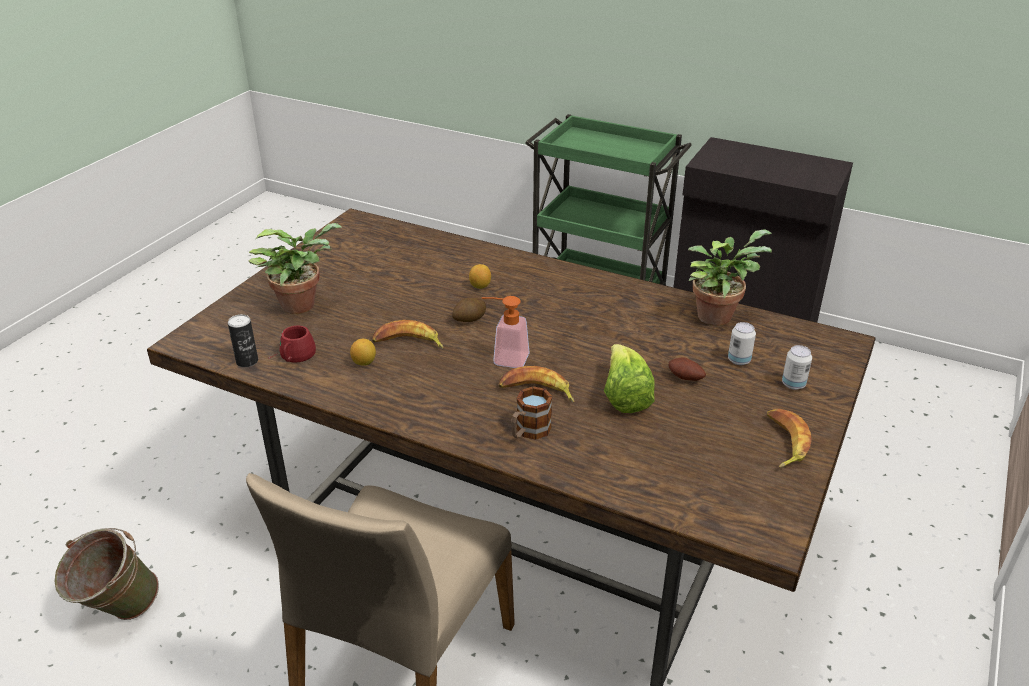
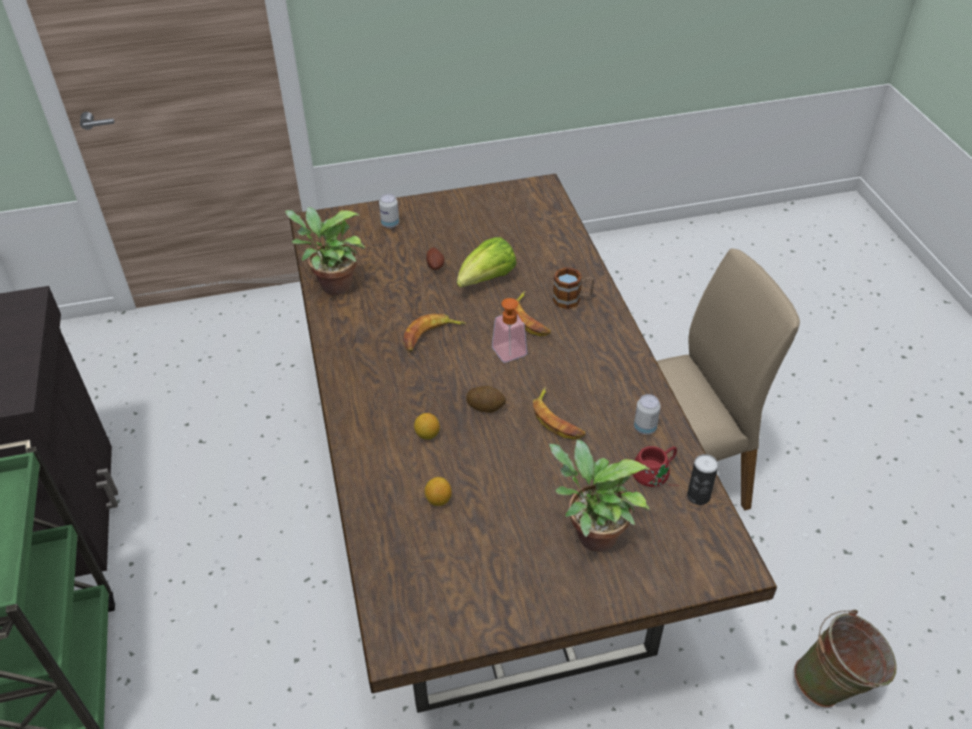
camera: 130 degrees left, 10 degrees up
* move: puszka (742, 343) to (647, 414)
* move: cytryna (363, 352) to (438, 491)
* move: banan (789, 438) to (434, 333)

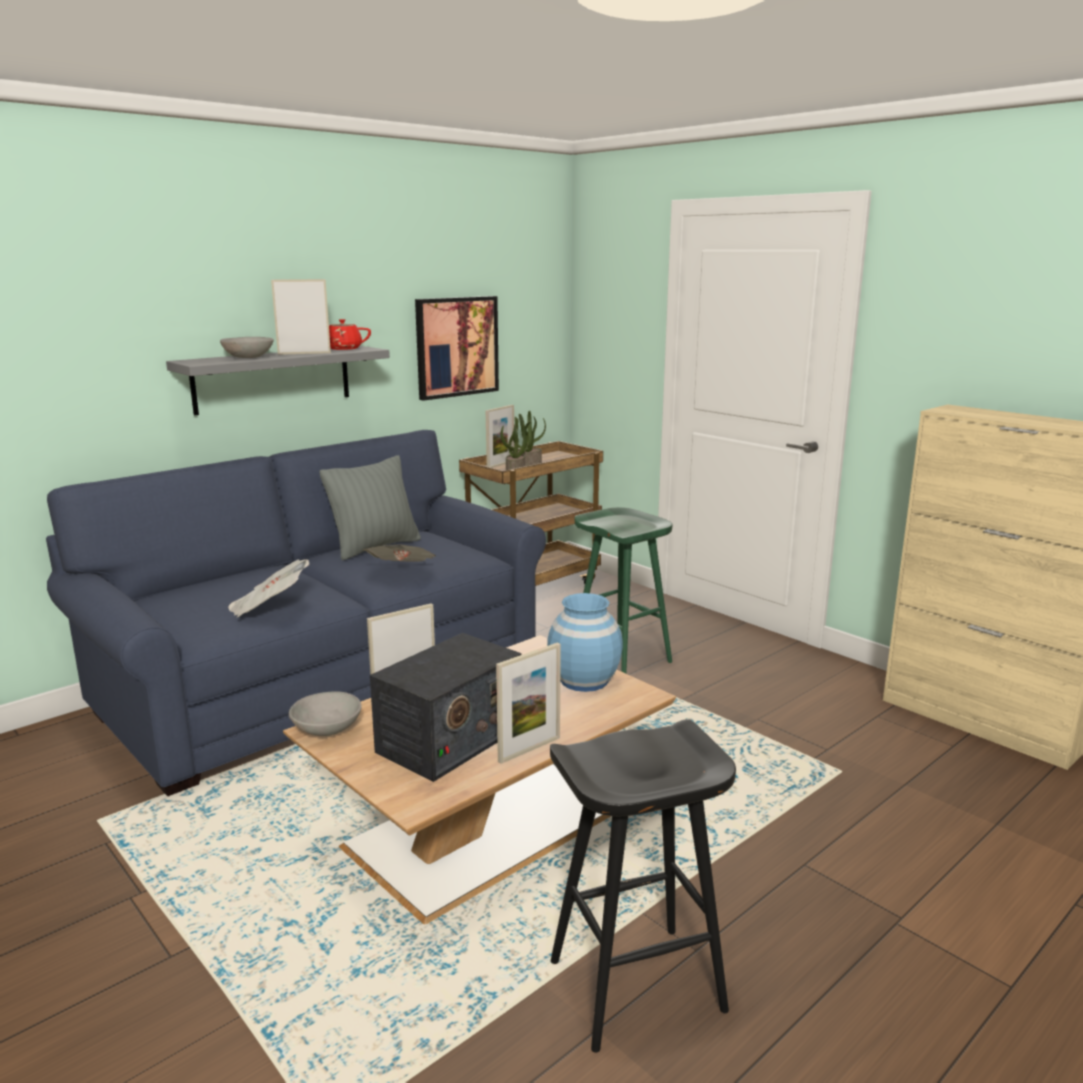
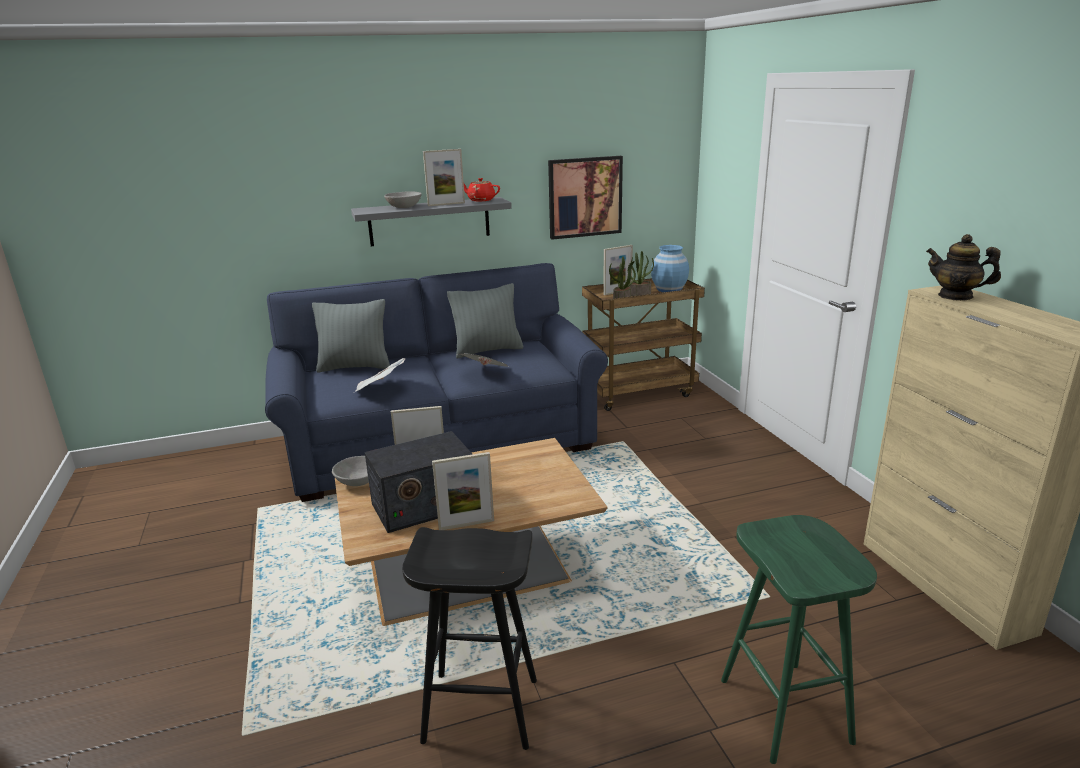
camera: 25 degrees right, 5 degrees up
* rotate: ramka na zdjęcie (301, 317) = (444, 177) 150 degrees clockwise
* move: stołek [zielony] (623, 590) to (799, 639)
* move: wazon [niebieski] (585, 642) to (670, 268)
* insert: imbryk (963, 267)
* insert: poduszka [szary] (351, 336)

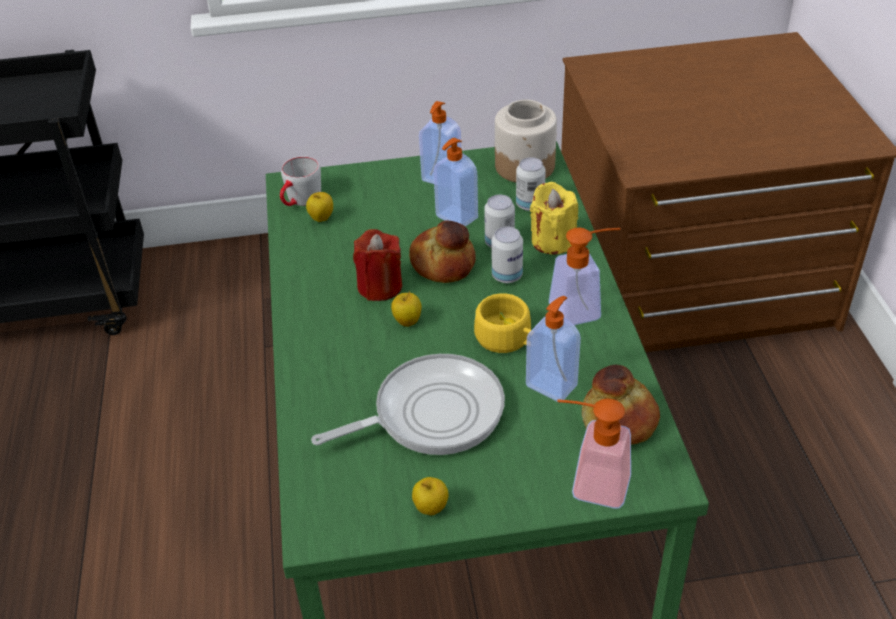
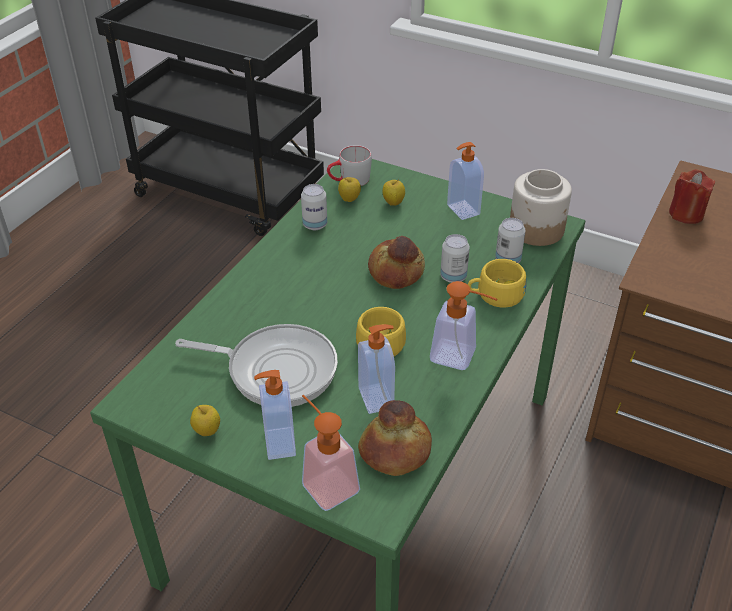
camera: 35 degrees right, 0 degrees up
* move: dozownik mydła (455, 182) to (275, 415)
* replace: świeca [żółty] (554, 218) to filiżanka [żółty] (497, 283)
* move: puszka (507, 255) to (314, 207)
* move: świeca [czerwony] (377, 265) to (692, 196)
* move: jabłko (406, 309) to (394, 193)

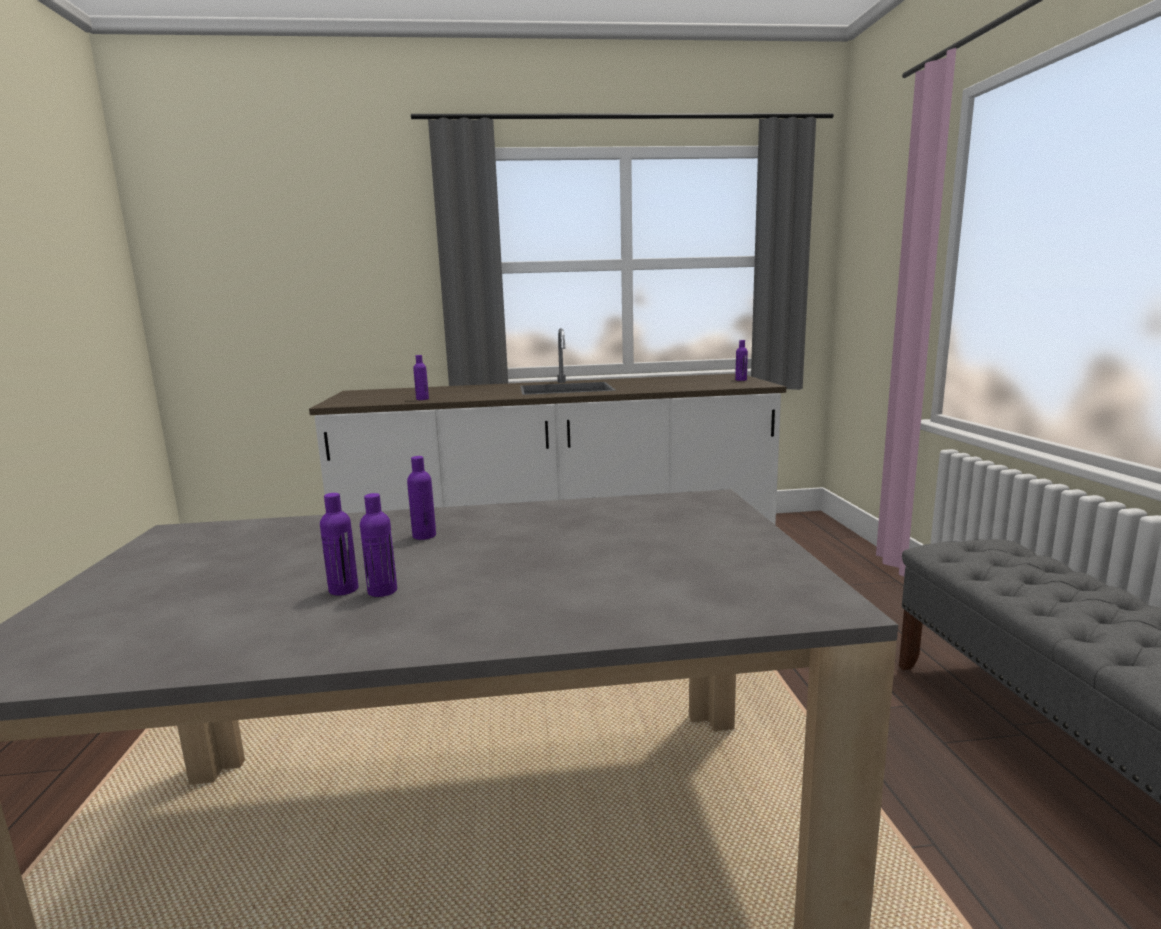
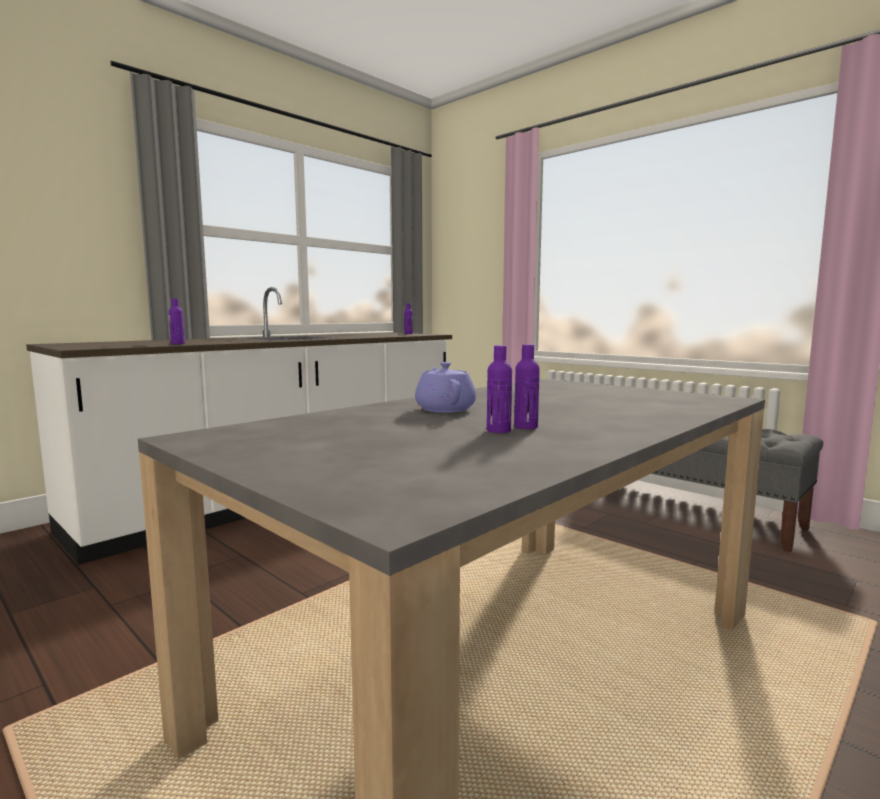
camera: 40 degrees left, 5 degrees down
* replace: butelka [fioletowy] (421, 498) to imbryk [fioletowy] (445, 387)

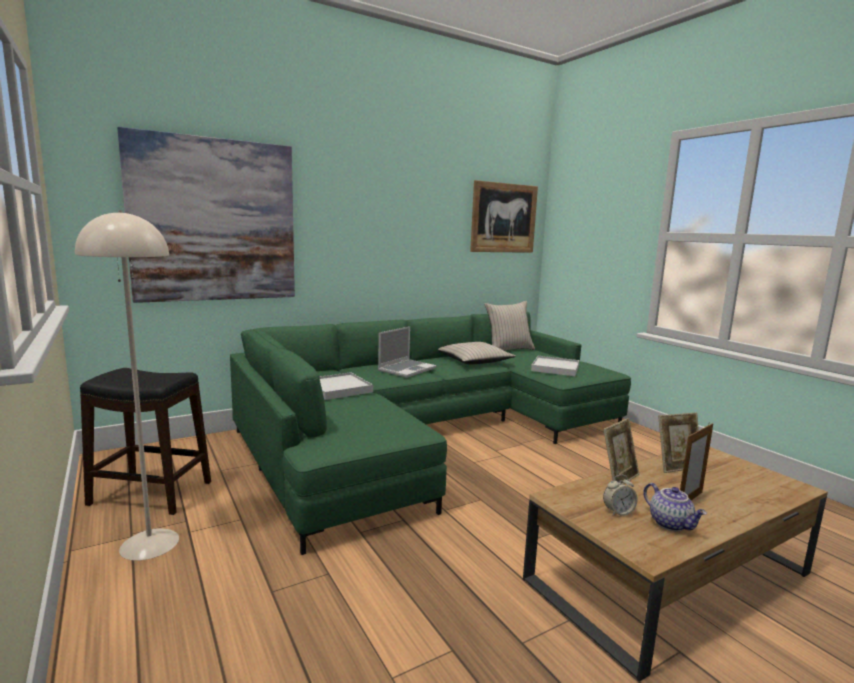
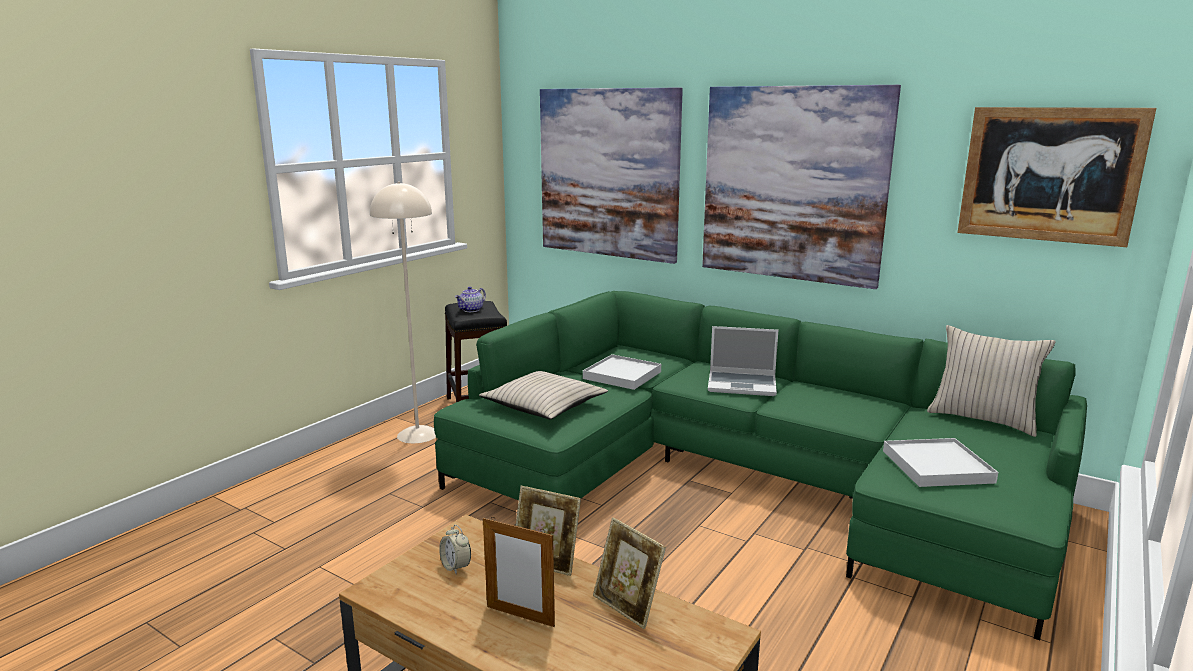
camera: 65 degrees right, 5 degrees up
* move: poduszka [beżowy] (477, 353) to (543, 395)
* move: imbryk (675, 507) to (470, 299)
* insert: obraz (801, 187)

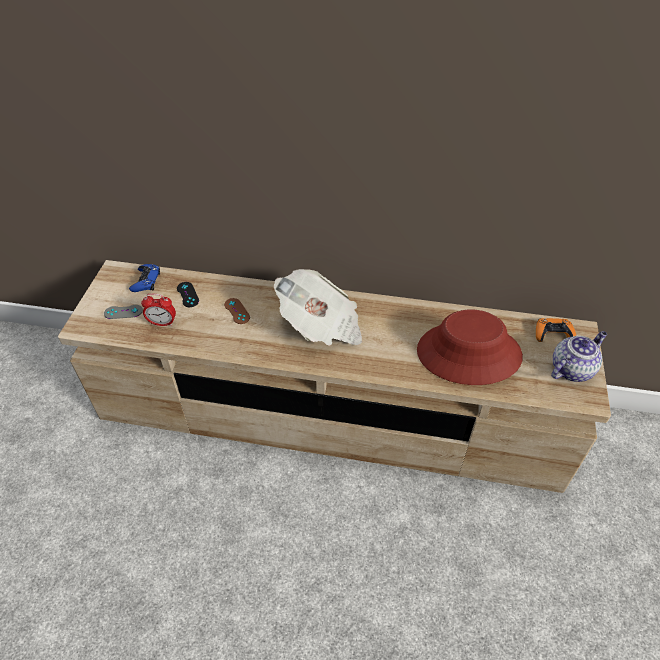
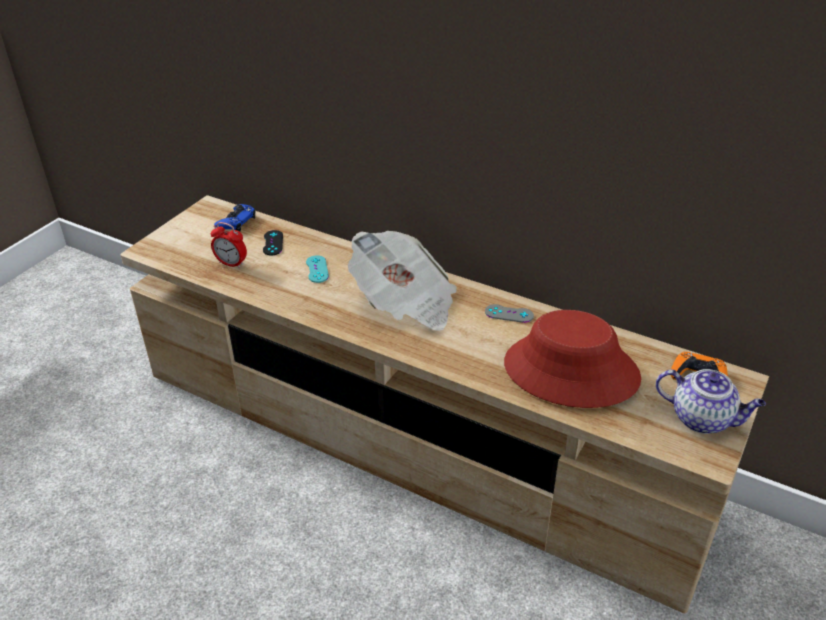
camera: 20 degrees right, 10 degrees down
* recolor: pad do gier [brązowy] (237, 311) to pad do gier [turkusowy] (317, 269)
* move: pad do gier [szary] (123, 312) to (509, 313)
* rotate: imbryk (579, 356) = (711, 401) 45 degrees clockwise

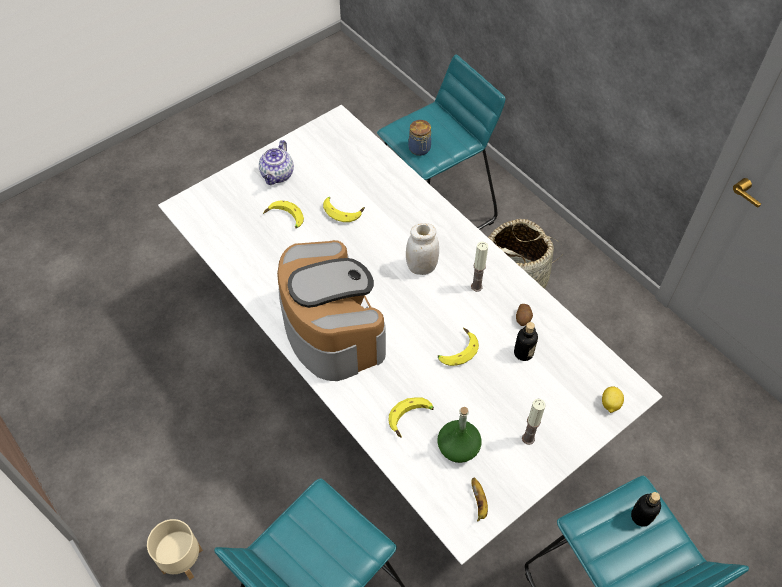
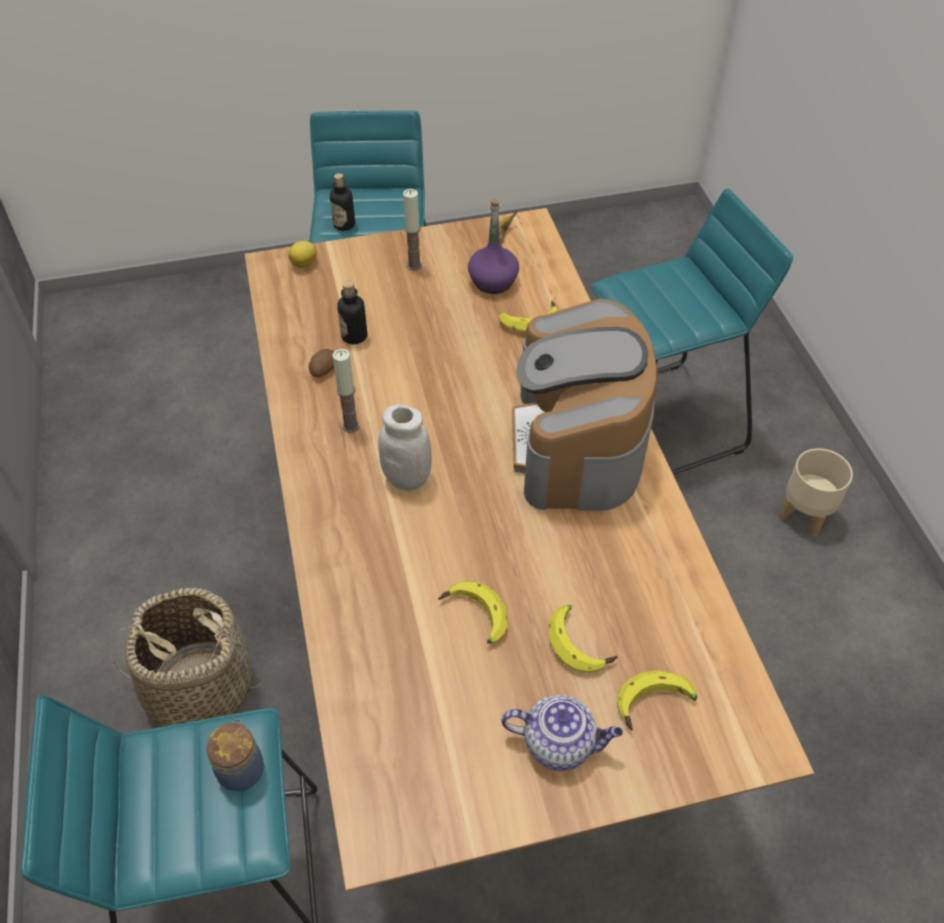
camera: 155 degrees left, 5 degrees down
* recolor: stół jadalny [biały] (410, 335) to stół jadalny [brązowy] (529, 550)
* rotate: imbryk (276, 162) = (562, 733) 60 degrees clockwise
* move: banan (458, 346) to (657, 700)
* recolor: butelka [zielony] (459, 435) to butelka [fioletowy] (493, 246)

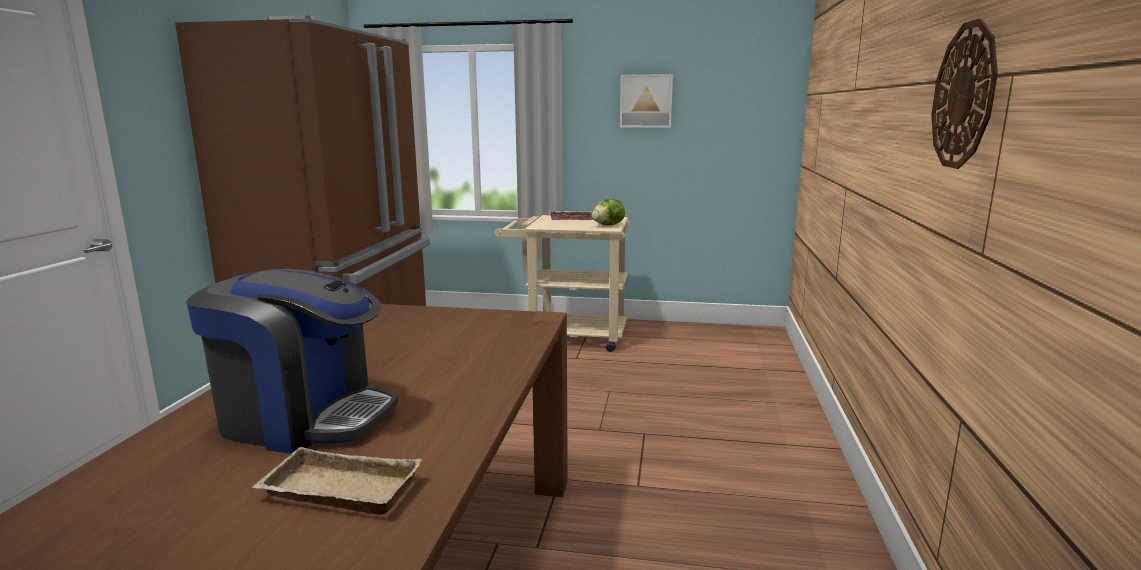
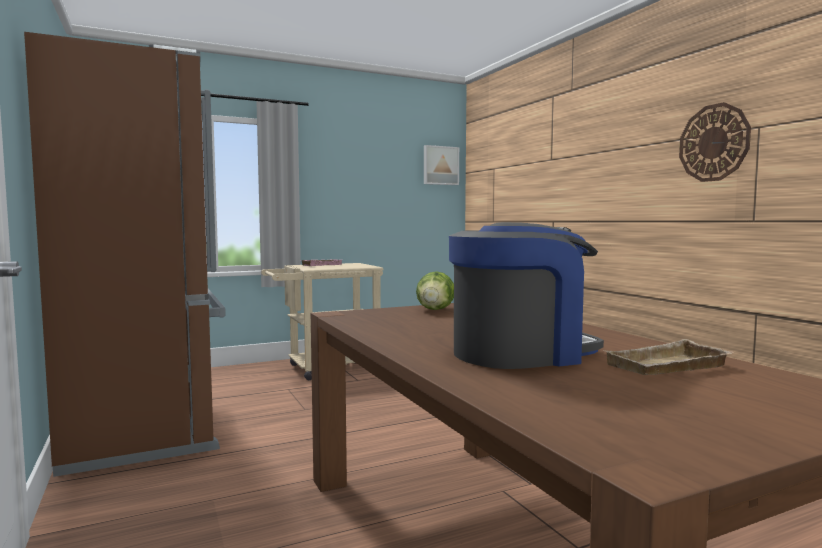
camera: 35 degrees left, 10 degrees down
* move: obraz (646, 101) to (441, 165)
* move: sałata (608, 212) to (435, 290)

